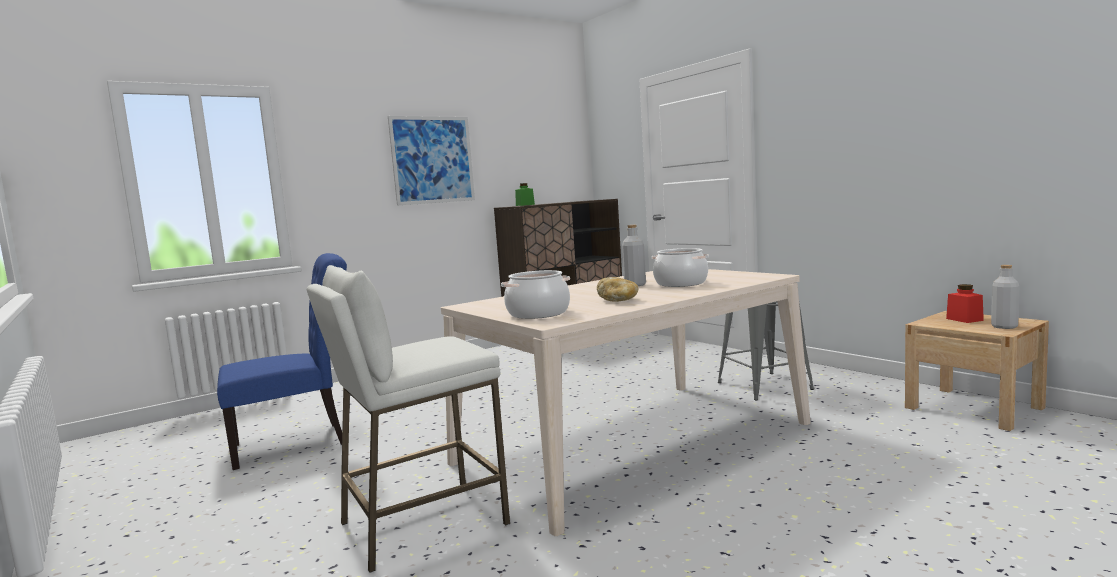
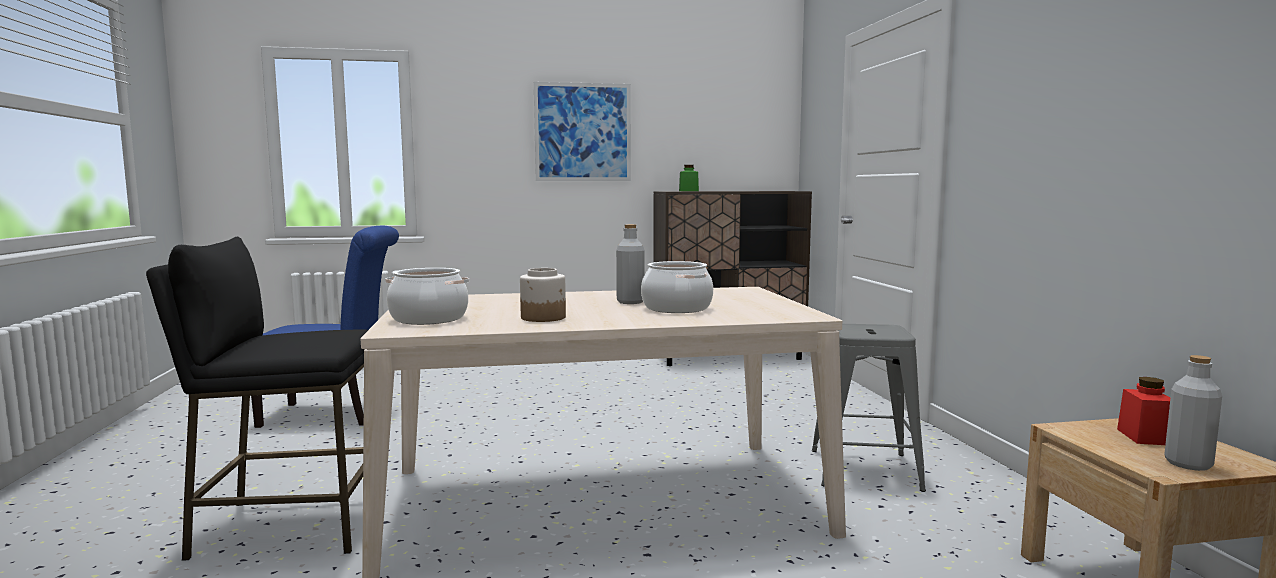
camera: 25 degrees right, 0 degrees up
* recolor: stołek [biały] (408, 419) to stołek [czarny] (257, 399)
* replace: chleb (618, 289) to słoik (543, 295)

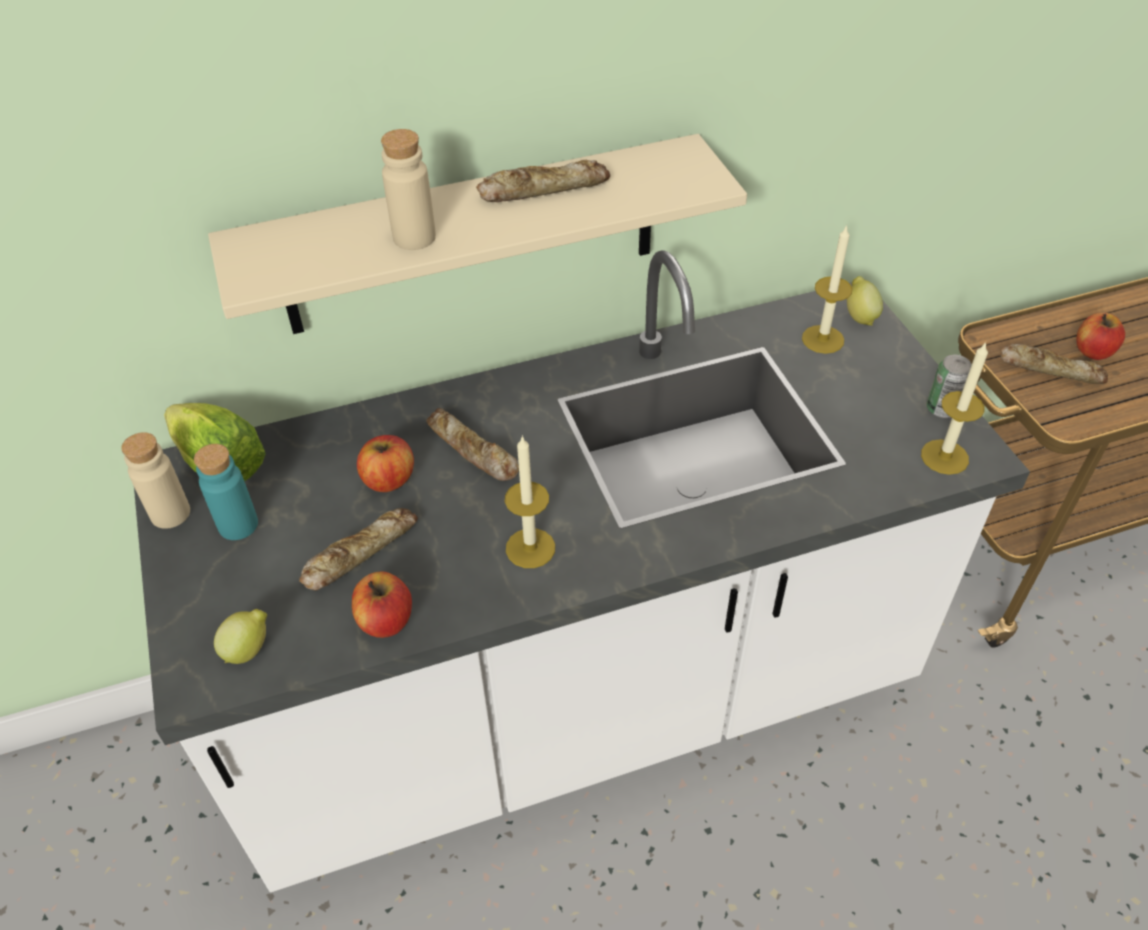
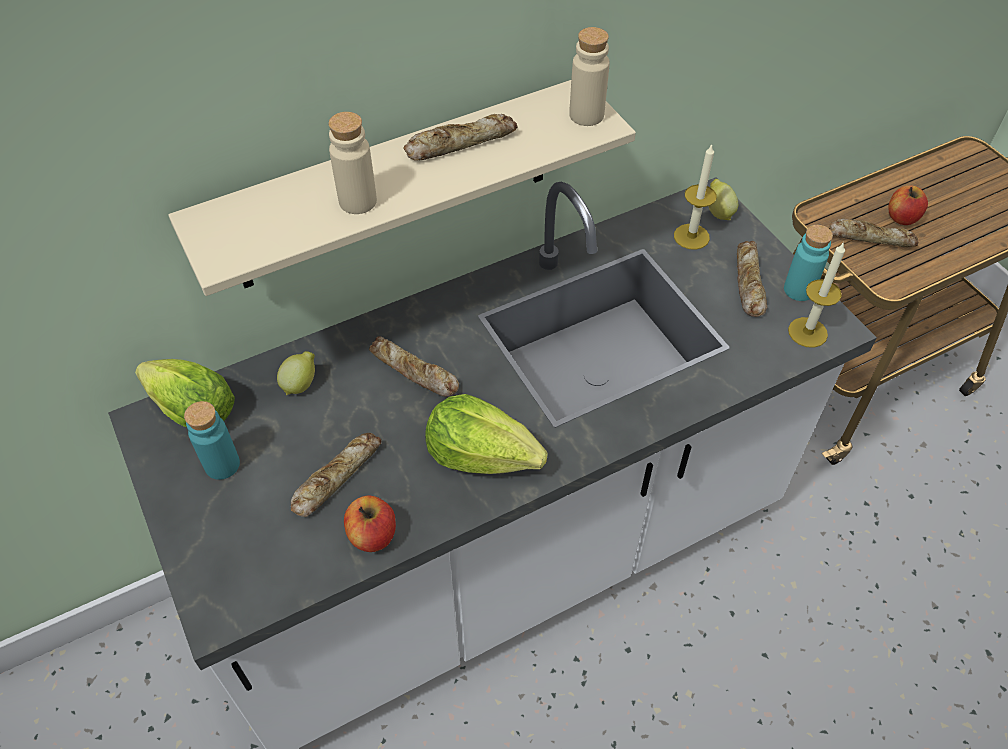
camera: 10 degrees left, 5 degrees up
* replace: puszka (949, 386) to butelka [turkusowy] (808, 262)
* move: butelka [beżowy] (155, 480) to (589, 76)
* delete: jabłko (385, 463)
* replace: świeca (530, 501) to sałata (486, 434)
* move: cytryna (240, 636) to (296, 373)
* insert: chleb (752, 279)

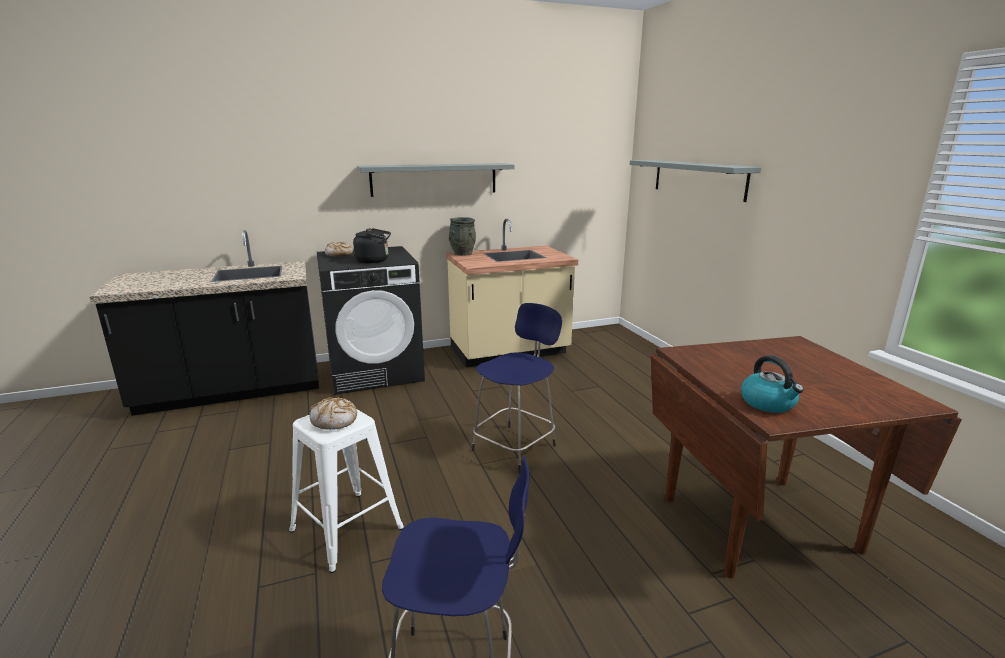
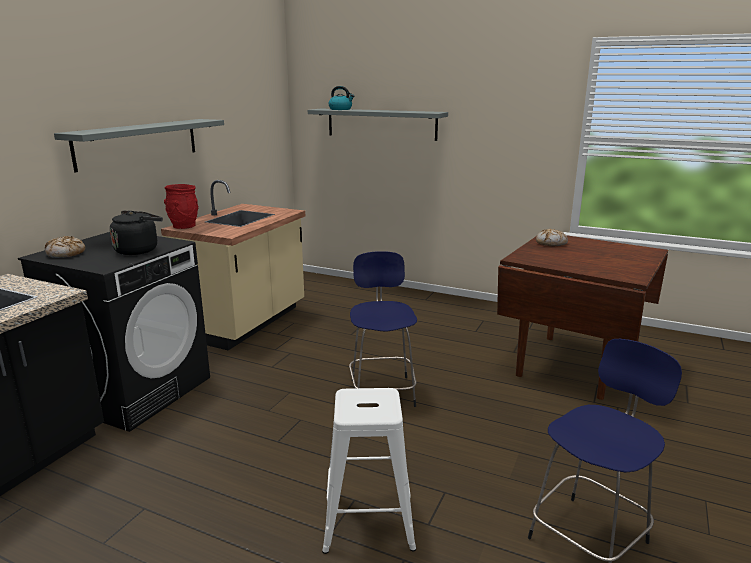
camera: 45 degrees left, 0 degrees up
* recolor: wazon [szary] (462, 236) to wazon [czerwony] (181, 206)
* move: czajnik (772, 384) to (341, 98)
* move: chleb (333, 413) to (552, 237)

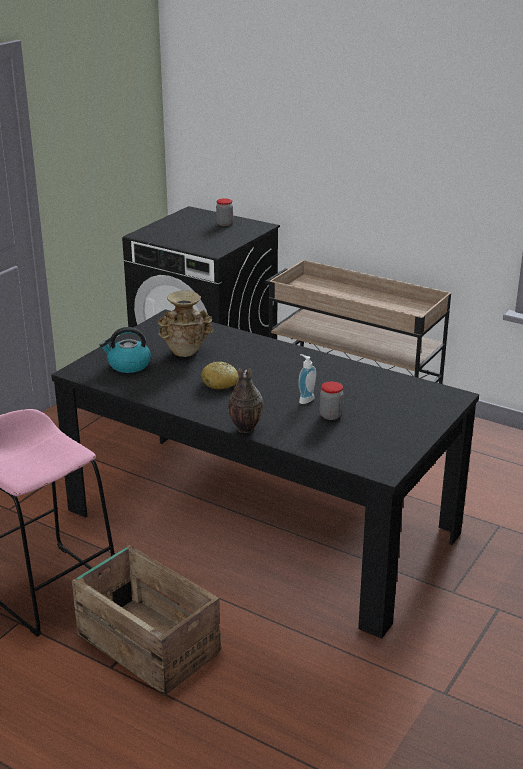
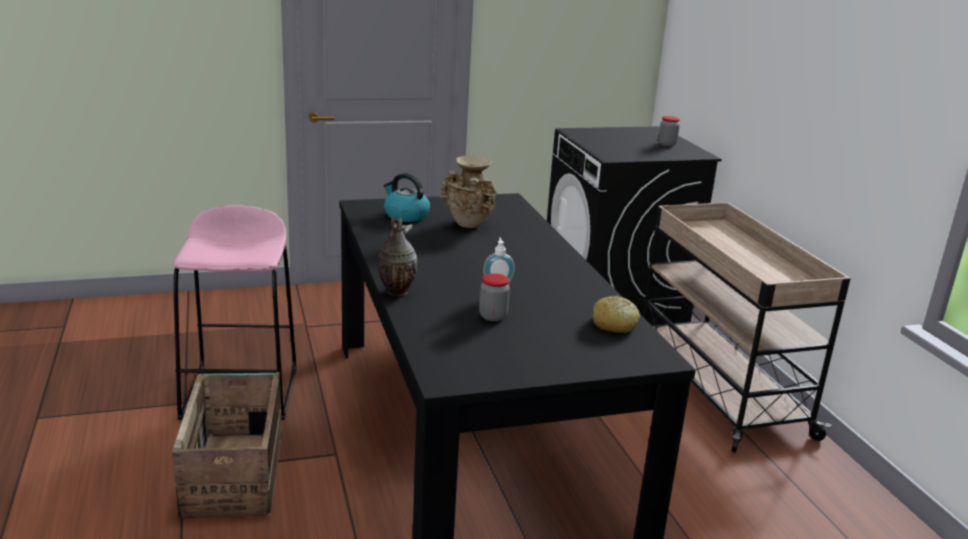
camera: 40 degrees right, 5 degrees down
* move: chleb (220, 375) to (616, 314)

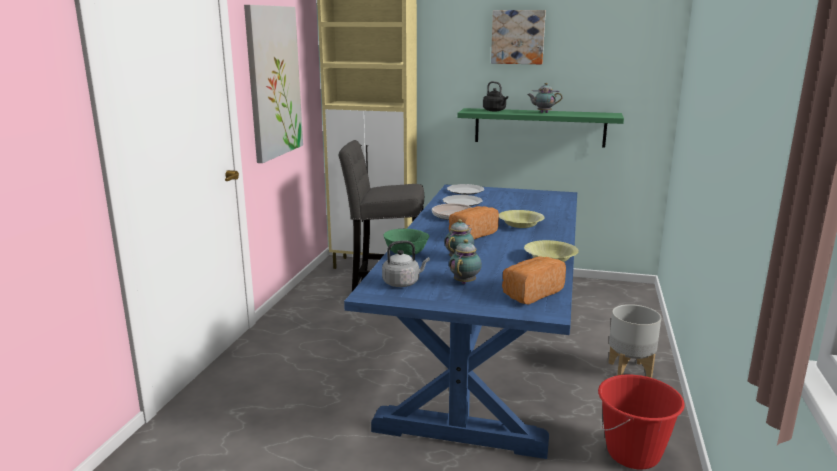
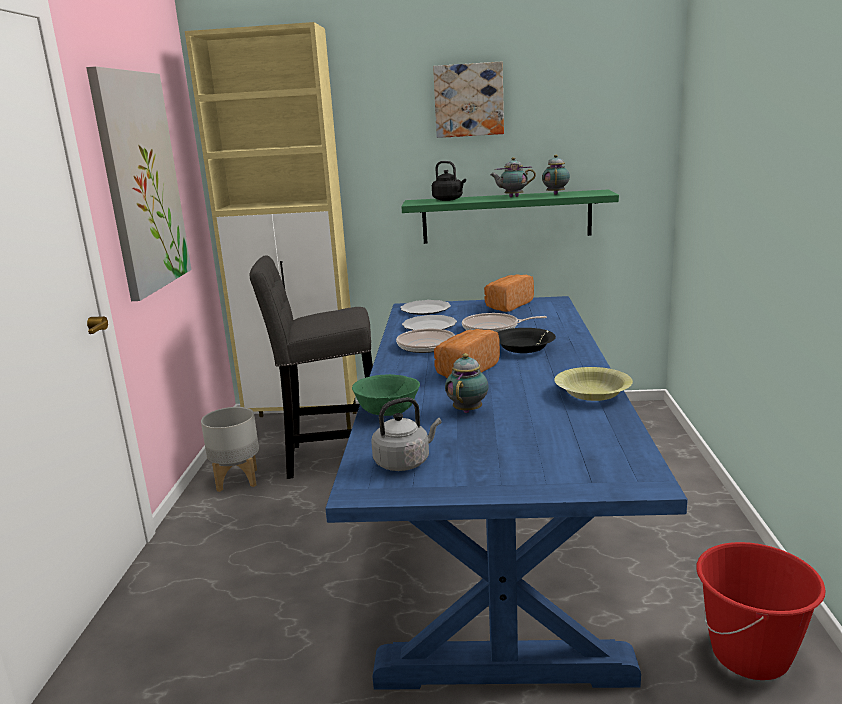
camera: 10 degrees left, 0 degrees up
* recolor: miska [żółty] (522, 219) to miska [czarny] (527, 340)
* move: imbryk (465, 261) to (556, 175)
* move: chleb (534, 280) to (509, 293)
* move: donica [szary] (635, 341) to (230, 449)
* insert: patelnia (504, 322)

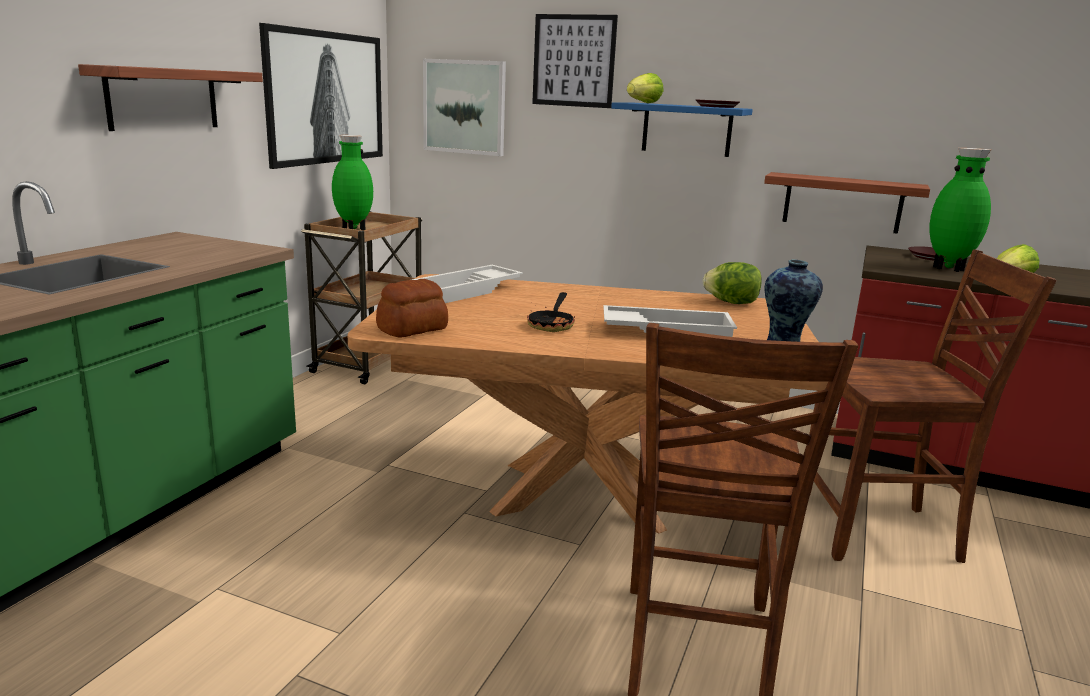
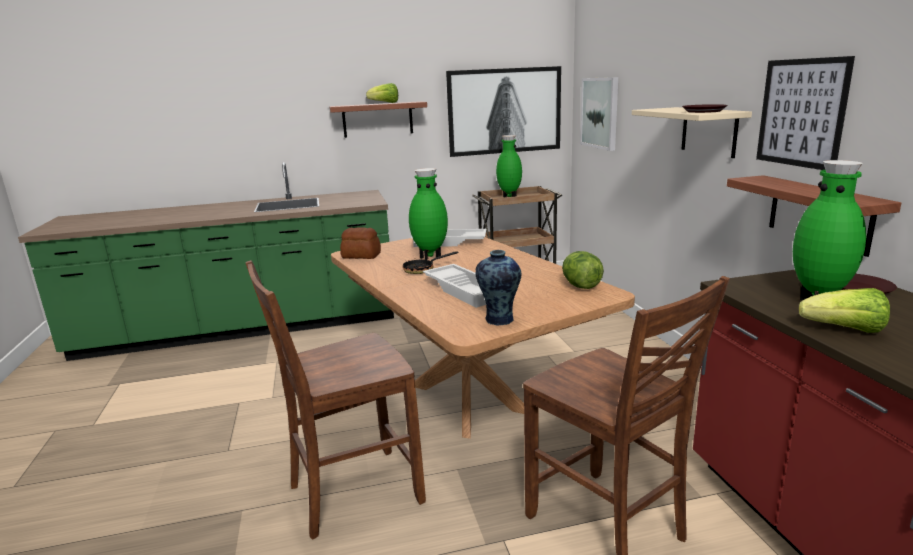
camera: 55 degrees right, 0 degrees up
* move: obraz (575, 61) to (805, 113)
* move: sałata (645, 88) to (382, 93)
* recolor: półka [niebieski] (682, 129) to półka [beżowy] (692, 132)
* insert: wazon [zielony] (428, 214)

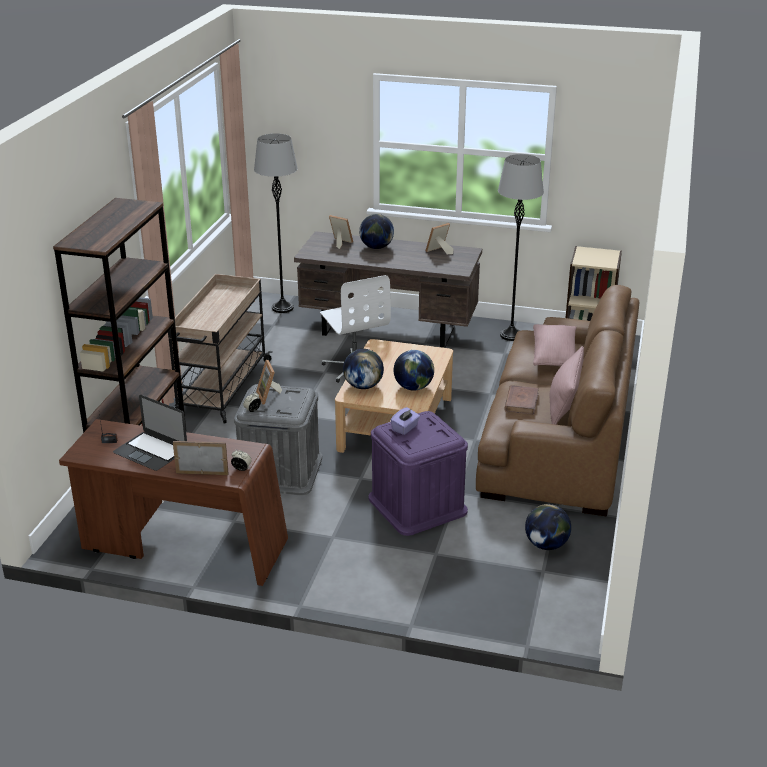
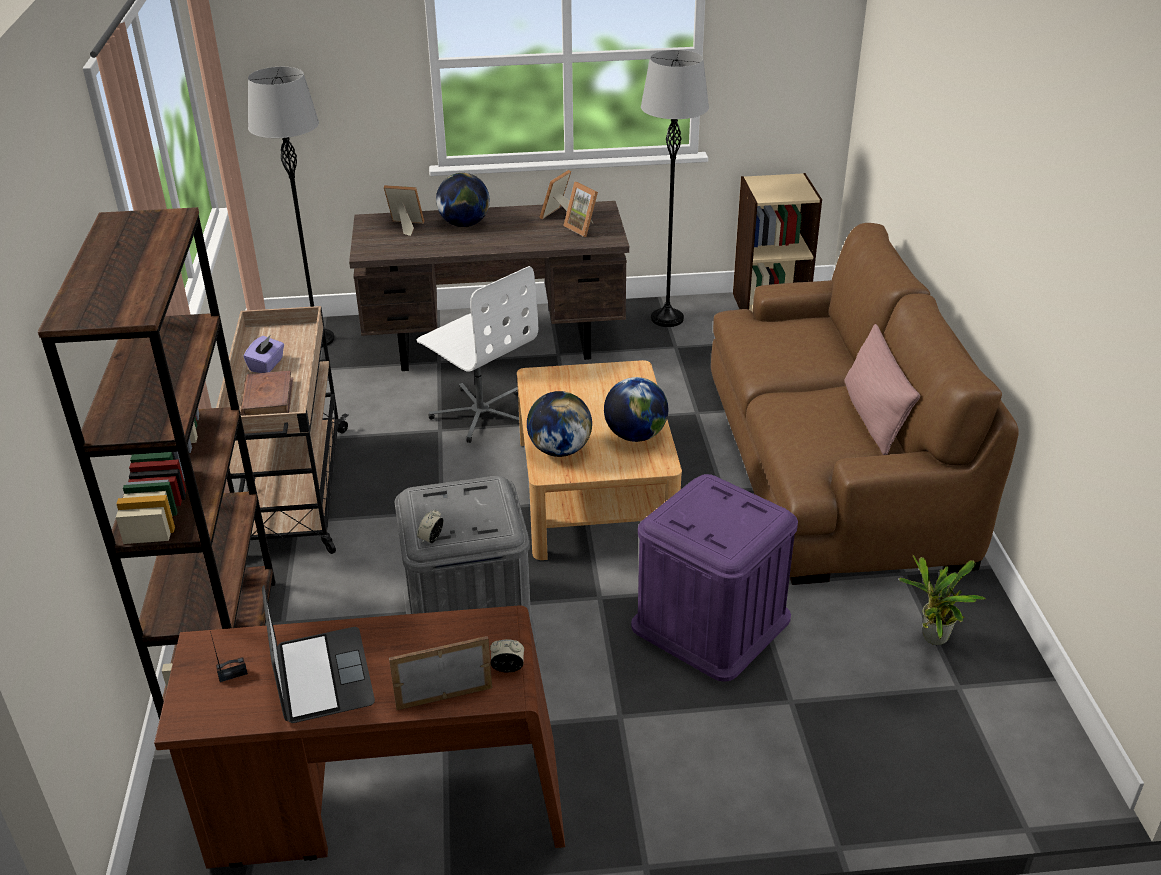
camera: 20 degrees left, 5 degrees up
* delete: poduszka [różowy] (554, 345)
* move: ramka na zdjęcie (269, 382) to (580, 209)
* move: książka [brązowy] (521, 400) to (266, 393)
* rotate: laptop (150, 433) = (318, 654) 120 degrees counterclockwise
* move: pudełko chusteczek [fioletowy] (405, 421) to (264, 354)
* replace: globus (548, 527) to roślina doniczkowa (942, 600)

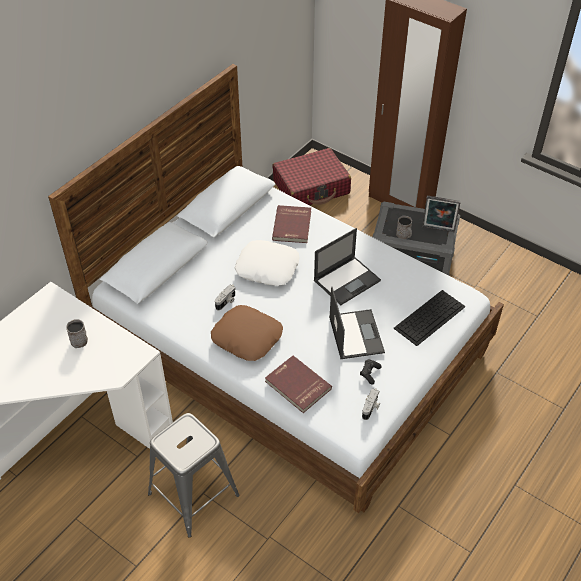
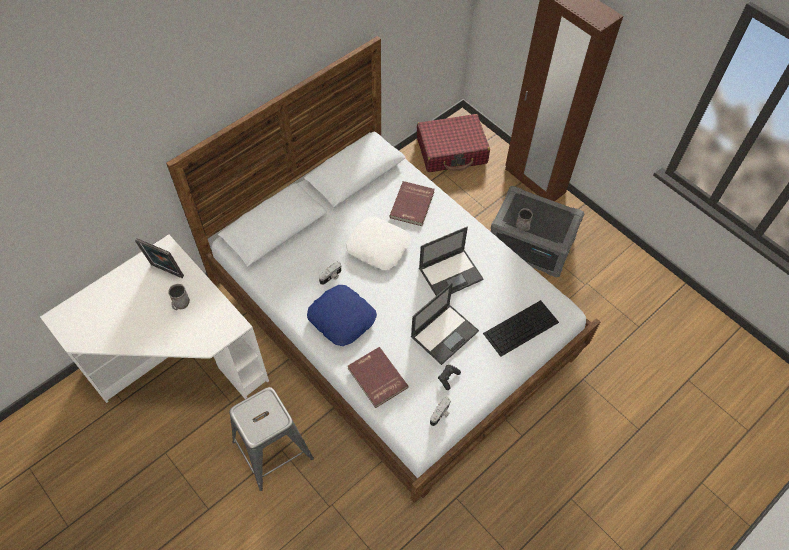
camera: 10 degrees right, 10 degrees up
* move: ramka na zdjęcie (441, 214) to (159, 258)
* rotate: laptop (357, 323) = (445, 324) 45 degrees clockwise
* recolor: poduszka [brązowy] (247, 333) to poduszka [niebieski] (342, 315)

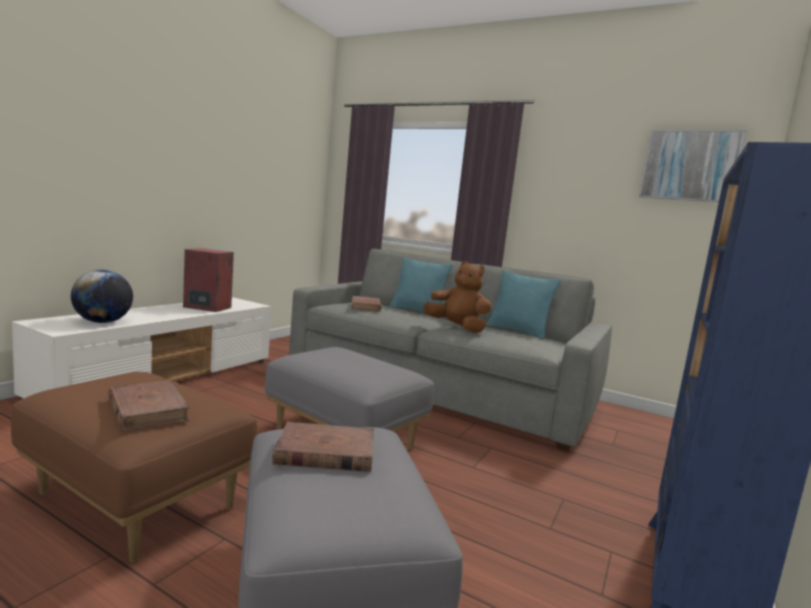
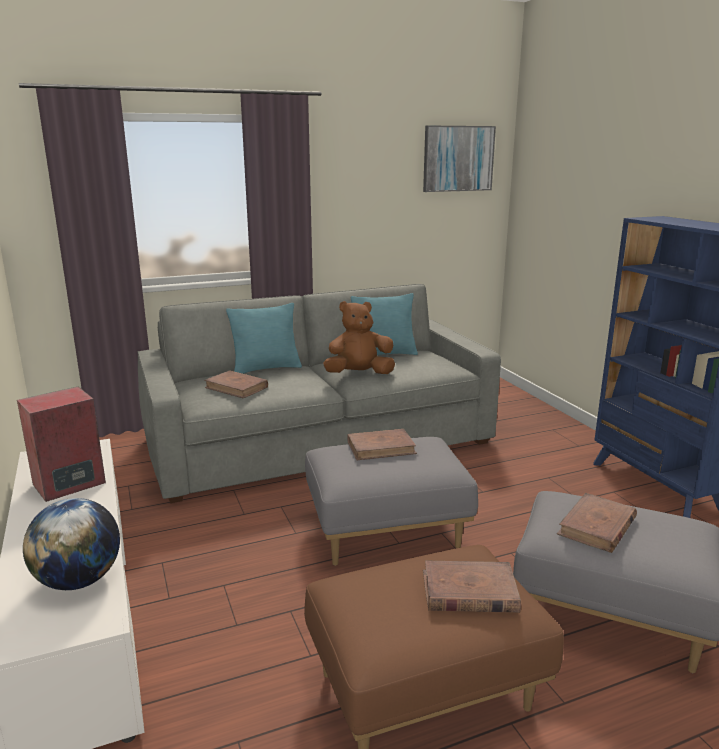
camera: 50 degrees left, 10 degrees up
* insert: książka [brązowy] (382, 444)

